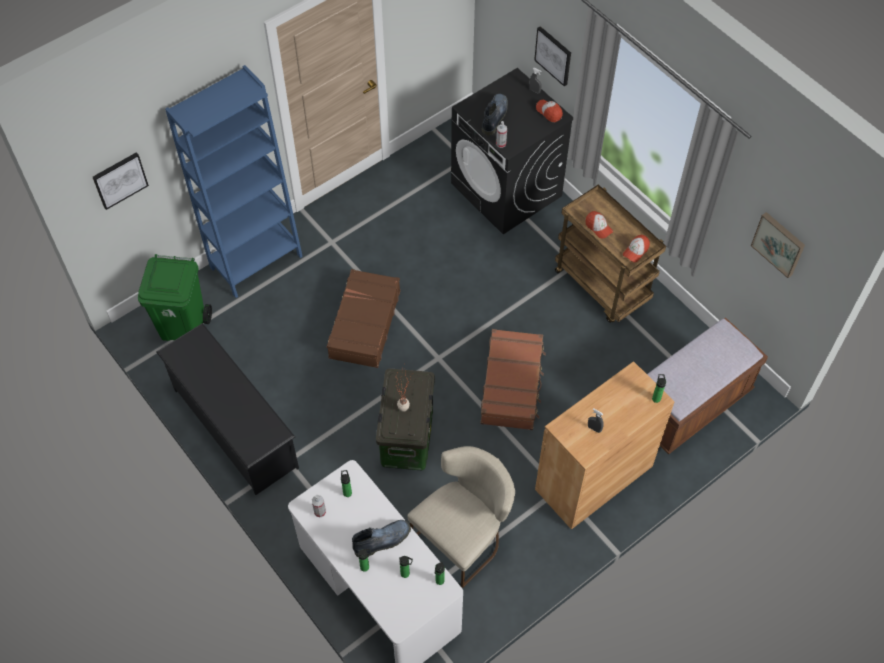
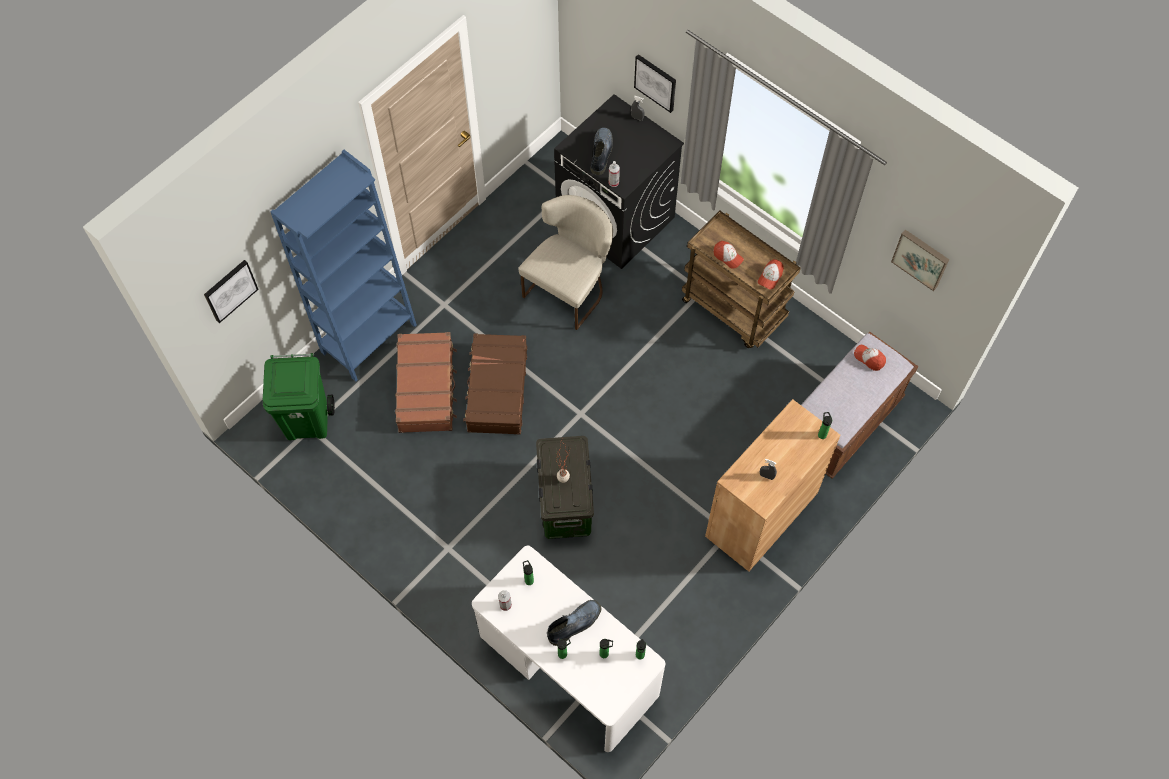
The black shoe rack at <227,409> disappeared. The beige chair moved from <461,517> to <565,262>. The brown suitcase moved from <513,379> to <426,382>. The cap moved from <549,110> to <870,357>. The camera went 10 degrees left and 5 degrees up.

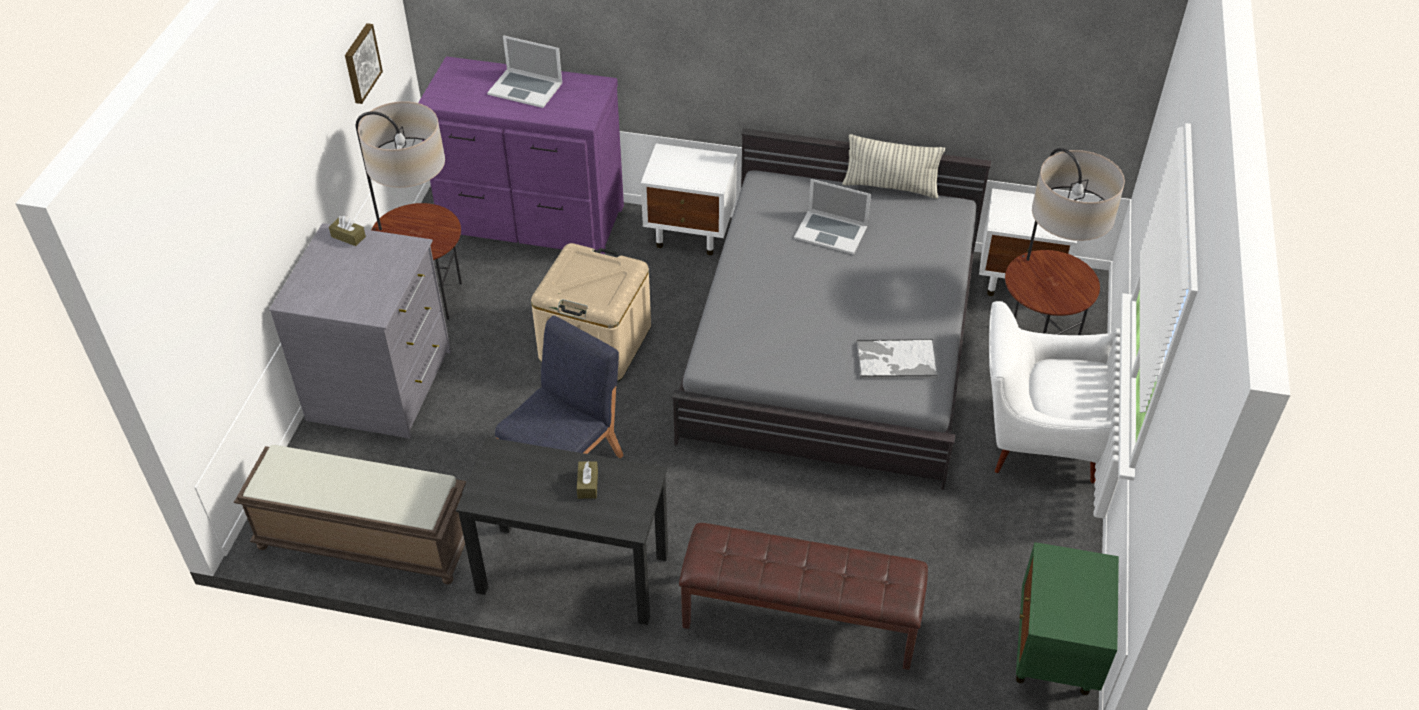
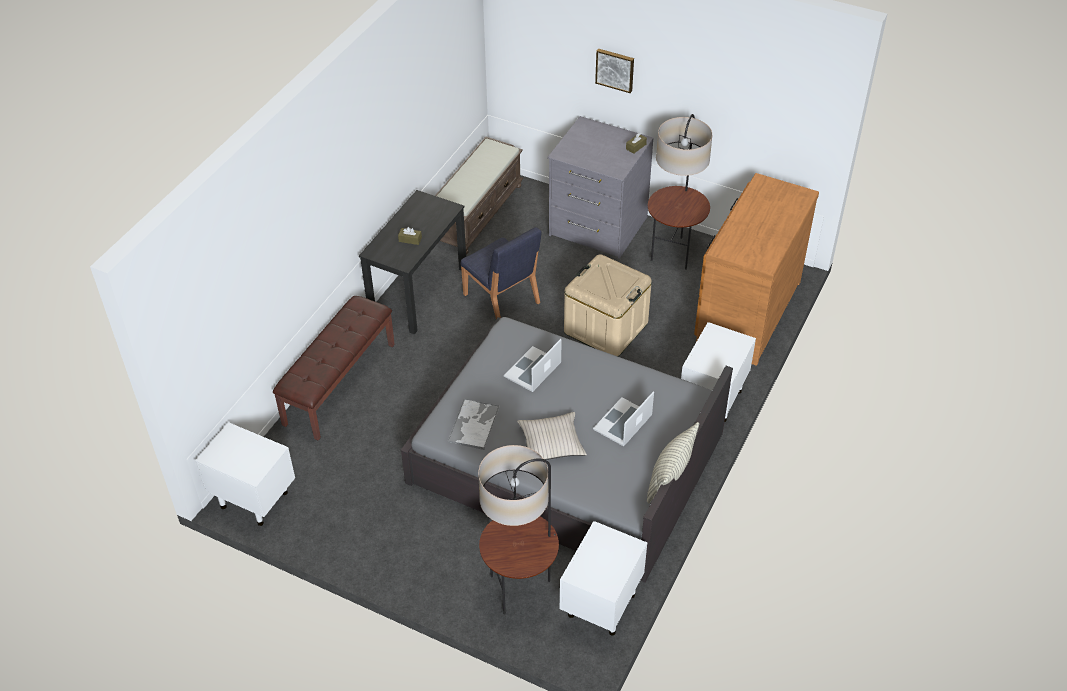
The white armchair at <1051,392> disappeared. The beige pillow at <552,436> appeared. The picture moved from <364,63> to <614,70>. The laptop moved from <524,71> to <532,365>. The purple dresser at <521,155> became the brown dresser at <756,269>. The green nightstand at <1067,618> became the white nightstand at <245,474>. The camera went 105 degrees right and 0 degrees up.

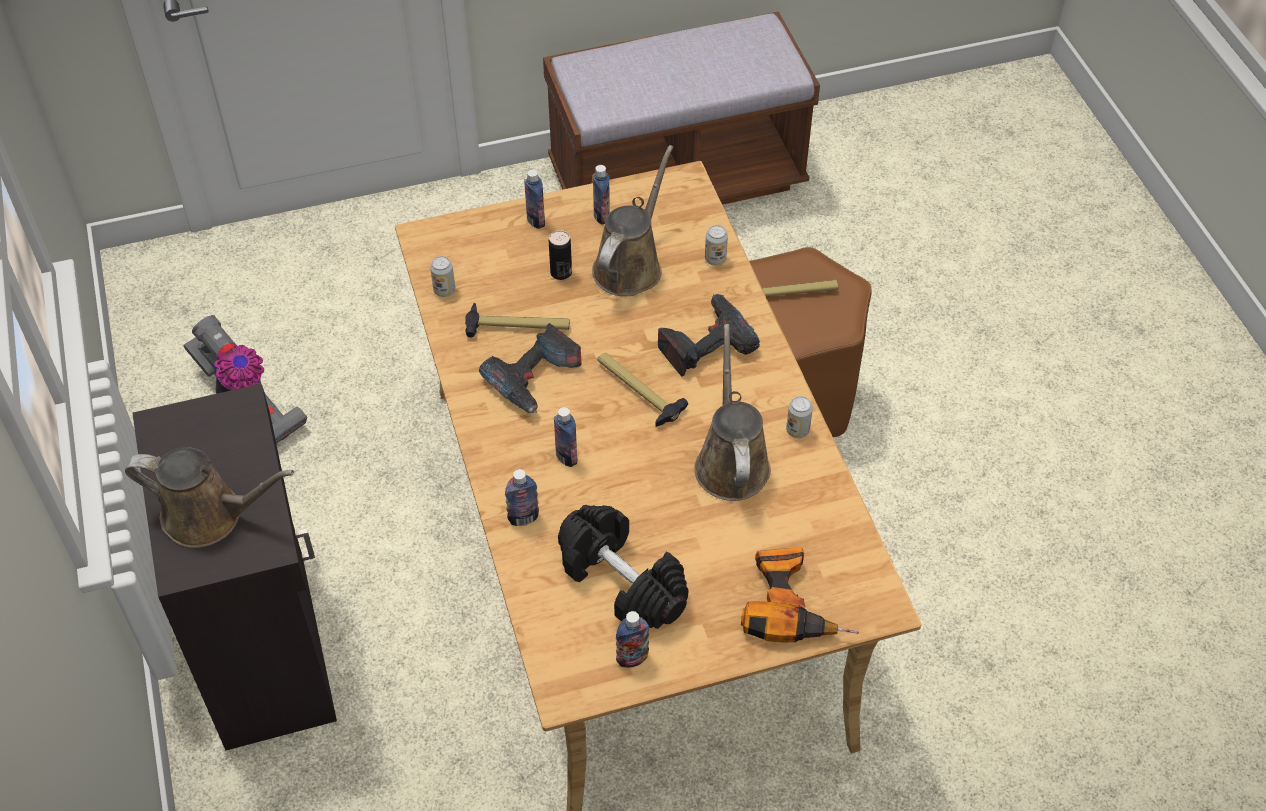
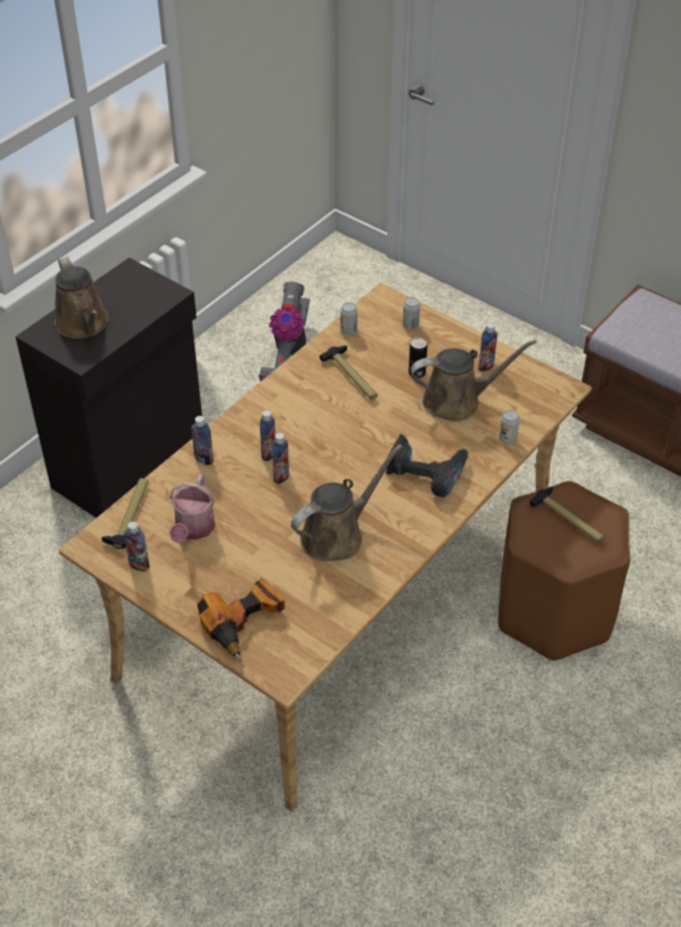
The power drill at <530,368> disappeared. The bottle moved from <534,199> to <280,458>. The hammer moved from <642,389> to <125,513>. The can moved from <799,417> to <411,313>. The black dumbbell at <623,567> was replaced by the watering can at <192,508>. The camera went 55 degrees right and 5 degrees down.

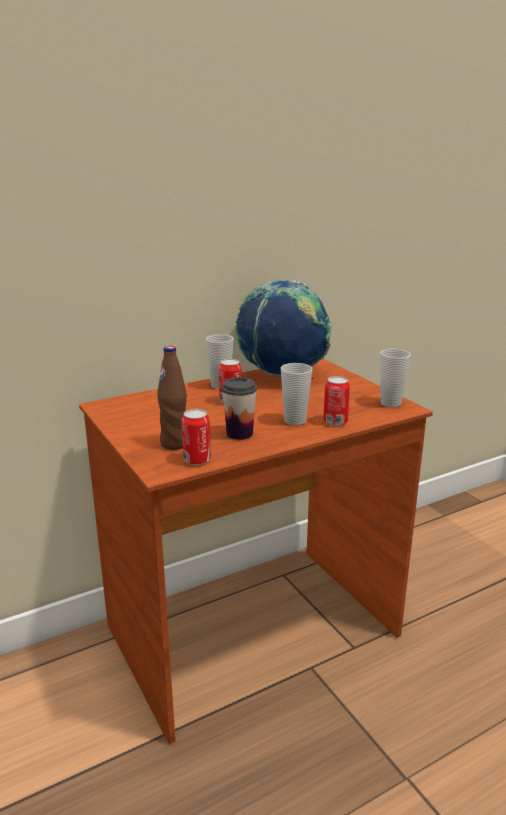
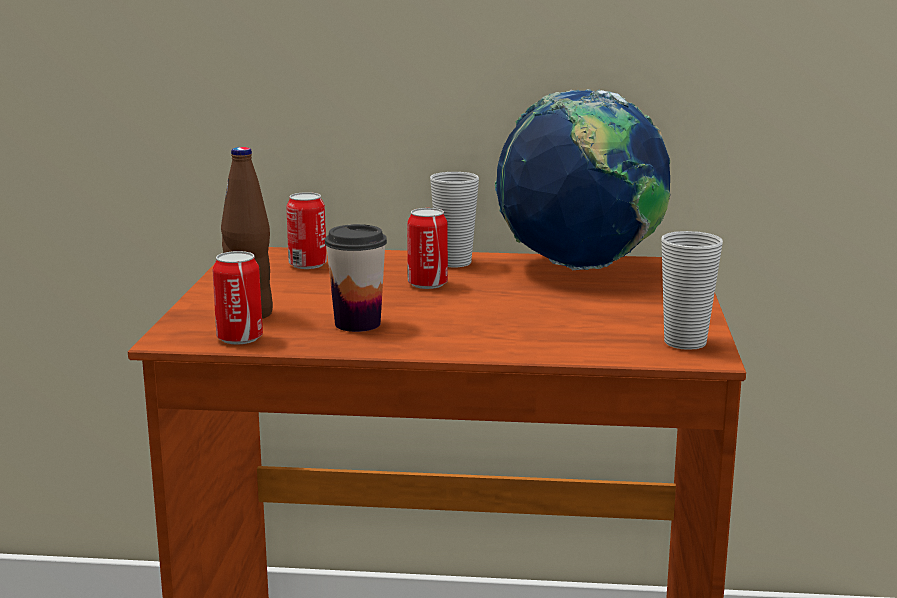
The cup at <296,394> disappeared. The can moved from <336,401> to <306,230>. The camera went 35 degrees right and 5 degrees down.

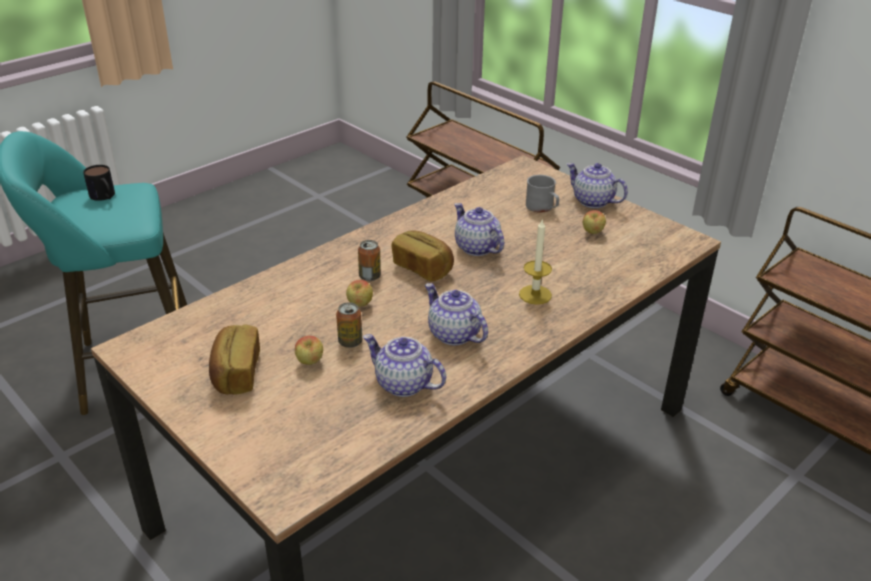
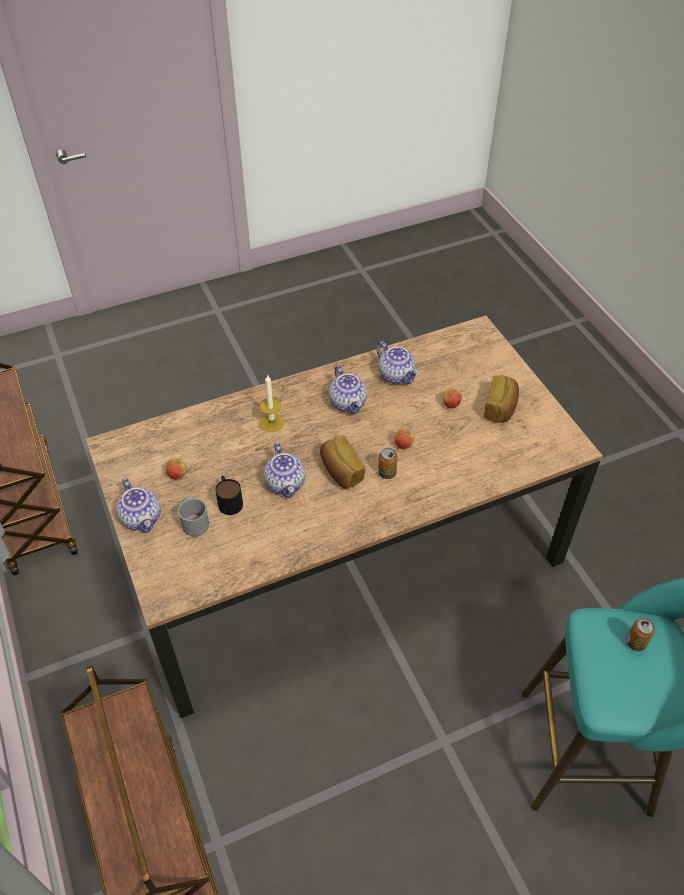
The mug moved from <99,183> to <229,495>. The can moved from <349,325> to <640,634>. The camera went 160 degrees left and 15 degrees up.

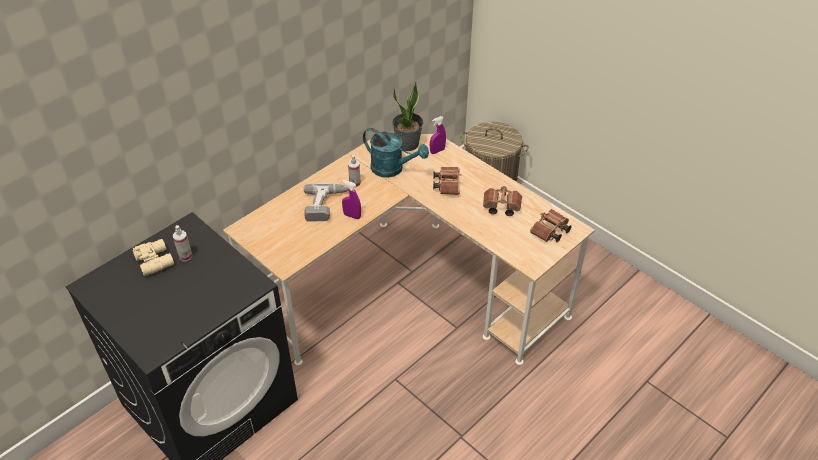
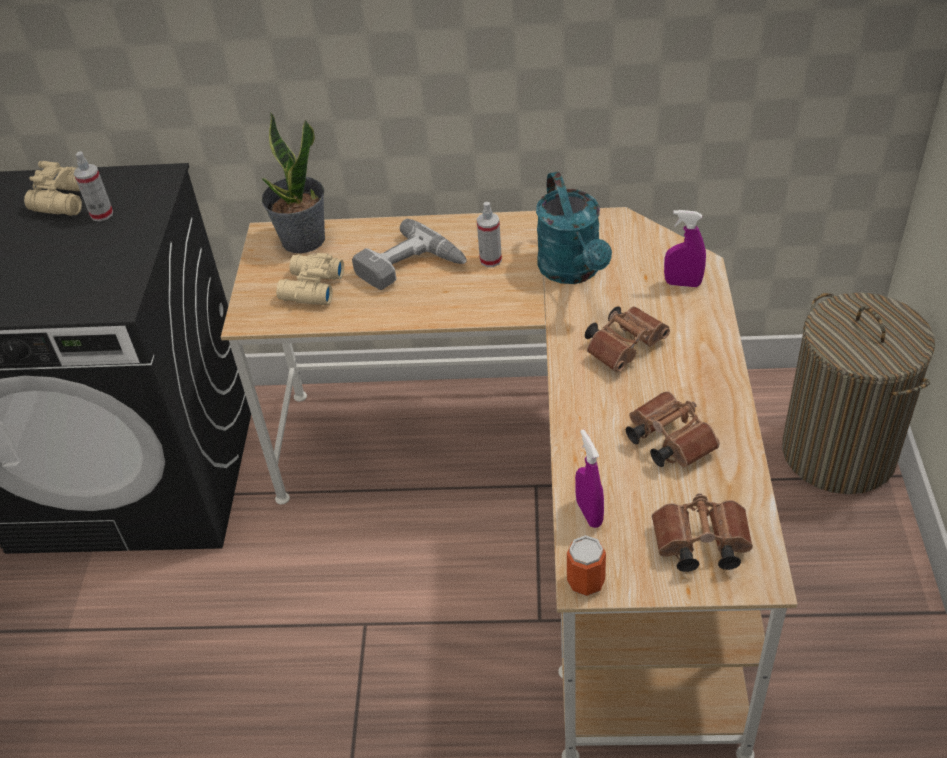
The beige binoculars at <310,279> appeared. The can at <586,565> appeared. The purple spray bottle moved from <351,199> to <589,478>. The potted plant moved from <408,116> to <293,182>. The camera went 50 degrees right and 0 degrees up.

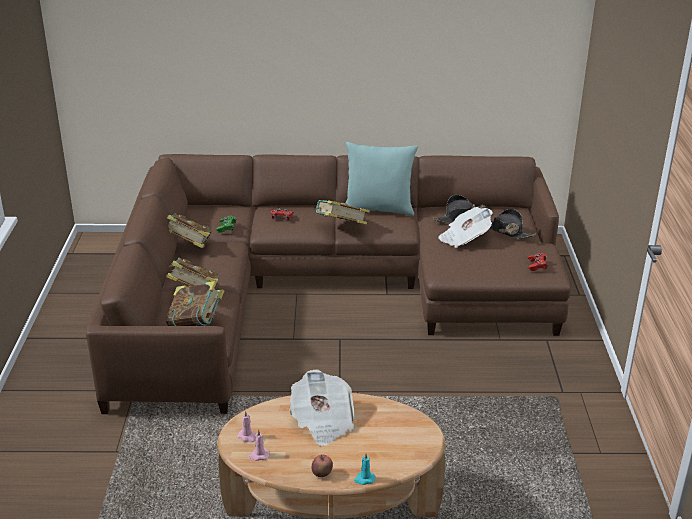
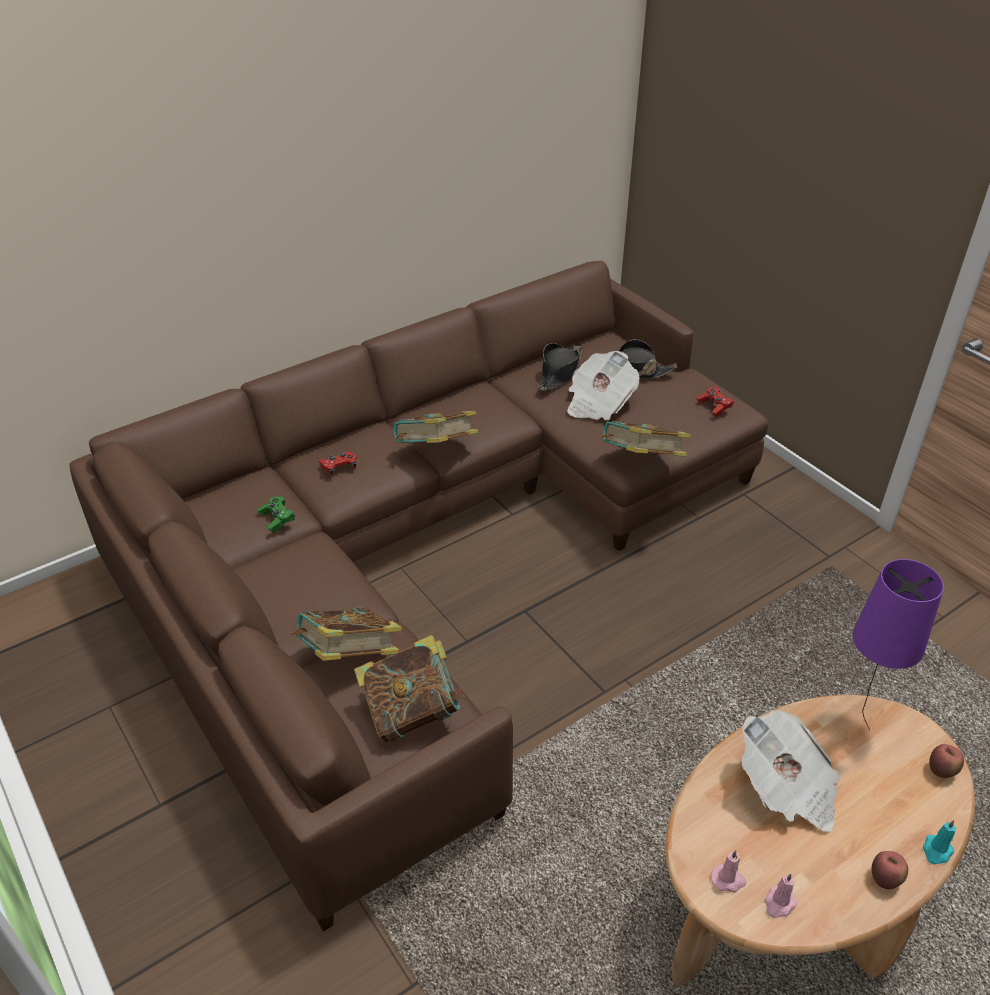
The turquoise pillow at <382,179> disappeared. The purple table lamp at <898,644> appeared. The apple at <946,761> appeared. The book moved from <189,230> to <646,439>. The camera went 35 degrees left and 10 degrees up.

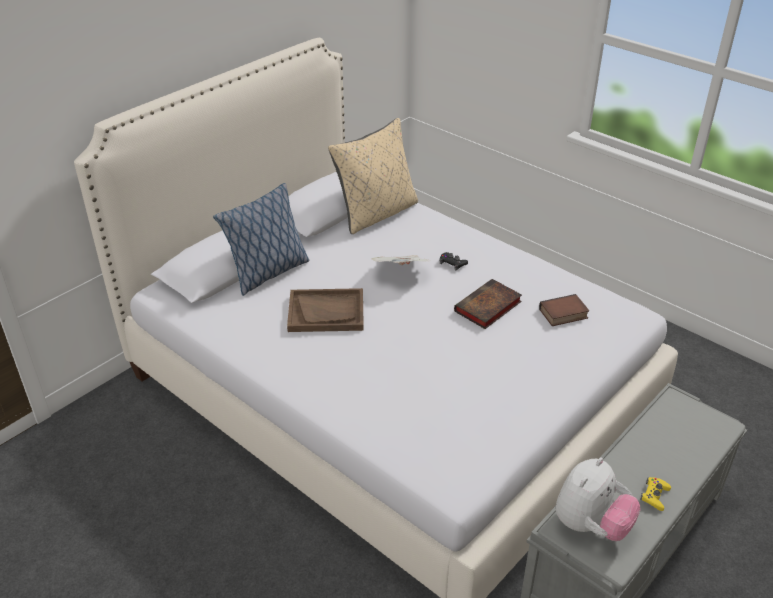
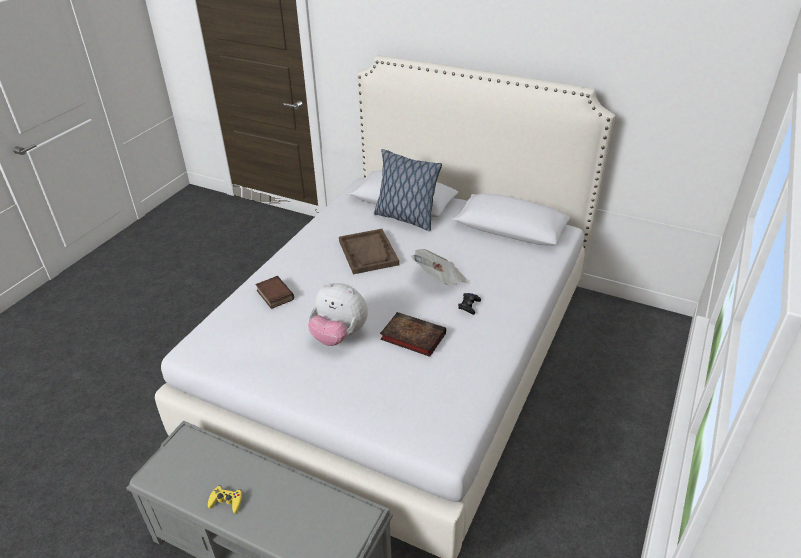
The beige pillow at <373,176> disappeared. The book moved from <564,310> to <275,292>. The plush toy moved from <598,499> to <338,314>. The camera went 75 degrees right and 0 degrees up.

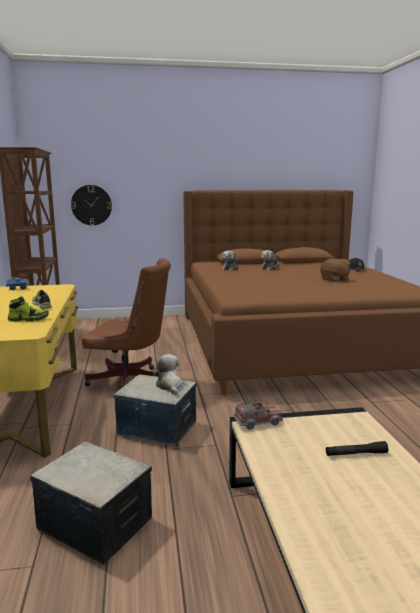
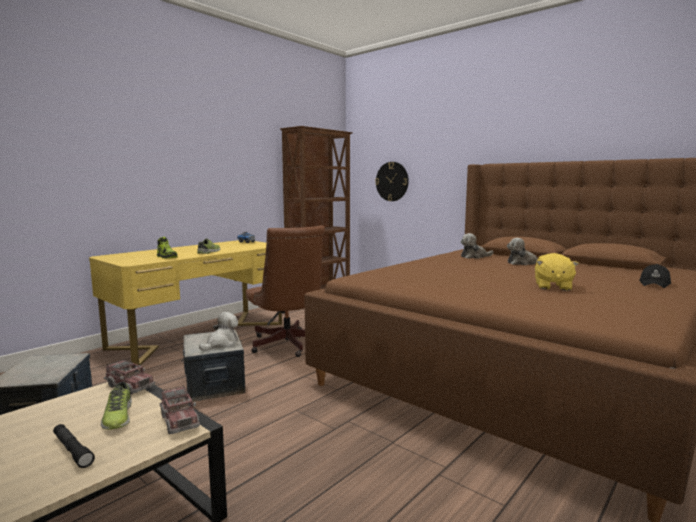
The shoe at <116,406> appeared. The toy truck at <180,409> appeared. The brown plush toy at <335,270> became the yellow plush toy at <557,272>. The camera went 50 degrees right and 5 degrees down.

